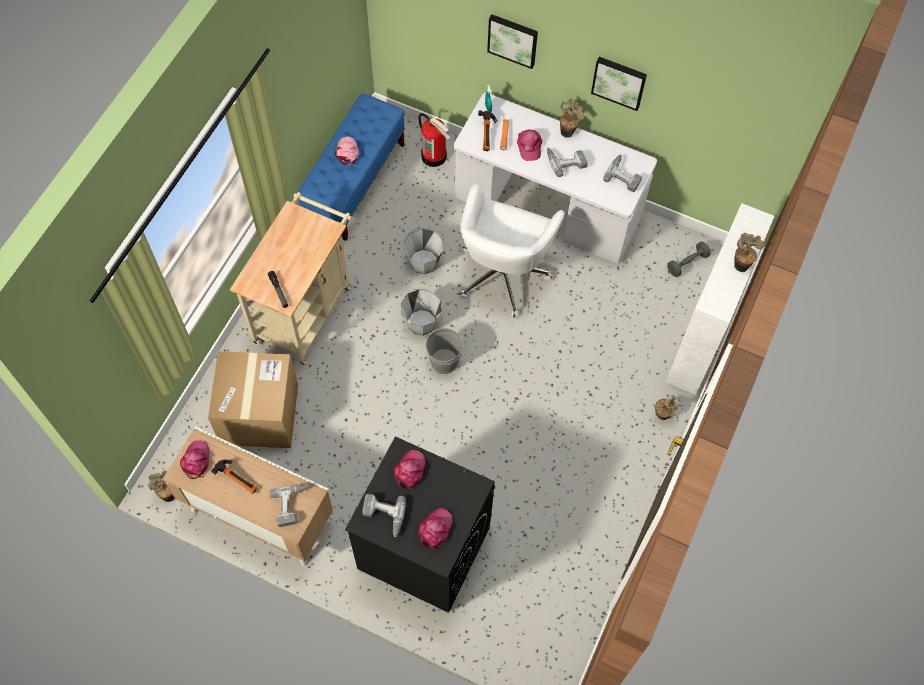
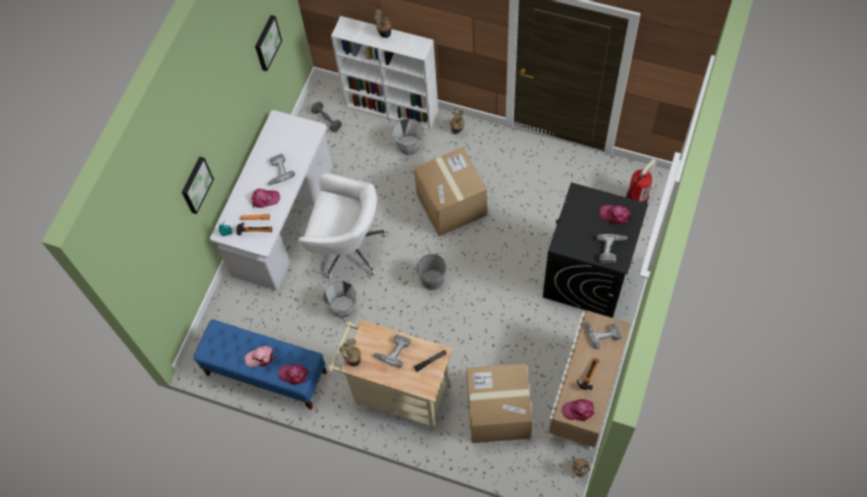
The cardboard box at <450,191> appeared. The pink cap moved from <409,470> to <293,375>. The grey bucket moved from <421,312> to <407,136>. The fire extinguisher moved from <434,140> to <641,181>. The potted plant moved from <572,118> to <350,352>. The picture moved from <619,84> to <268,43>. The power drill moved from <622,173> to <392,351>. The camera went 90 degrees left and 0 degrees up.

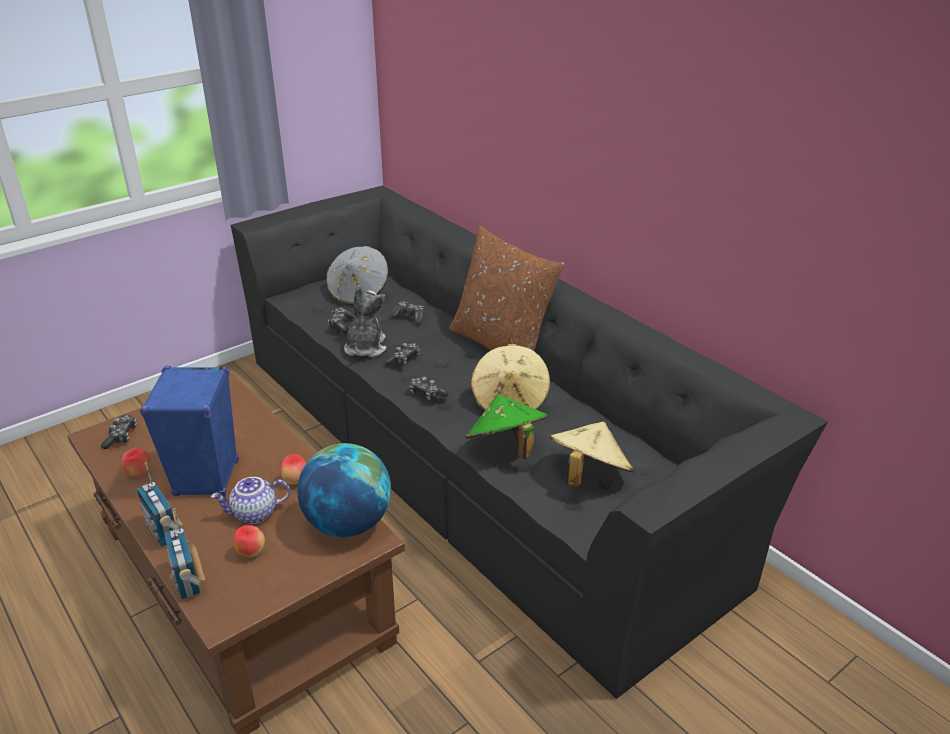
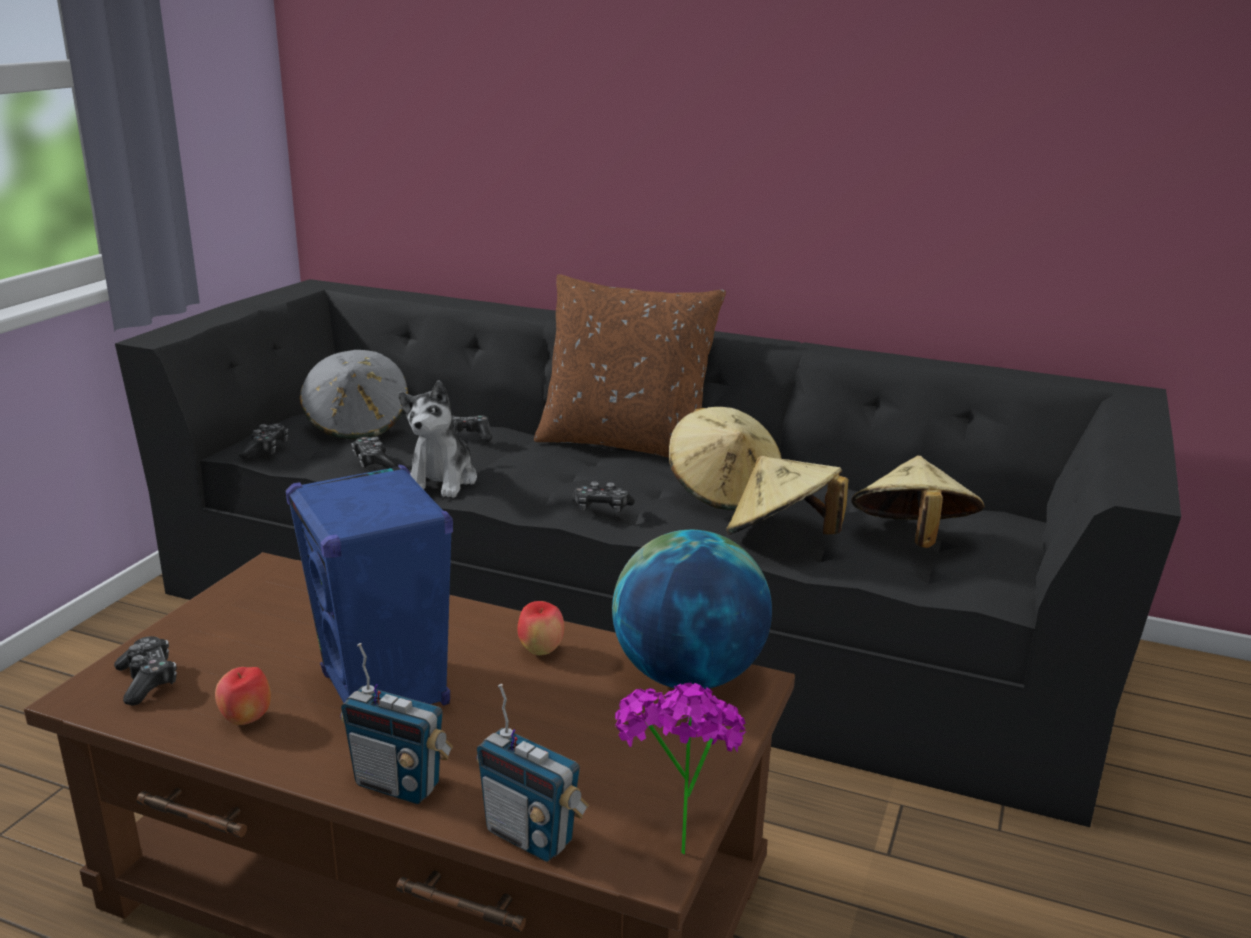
The teapot at <250,500> disappeared. The apple at <249,541> disappeared. The potted plant at <680,768> appeared. The game controller moved from <402,354> to <263,441>. The green hat at <506,426> became the beige hat at <787,495>. The plush toy at <365,321> turned 150 degrees counterclockwise. The camera went 30 degrees left and 10 degrees down.

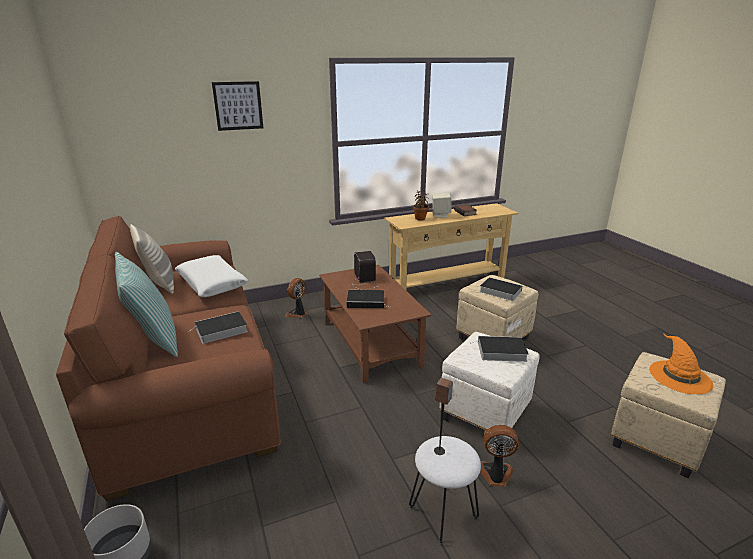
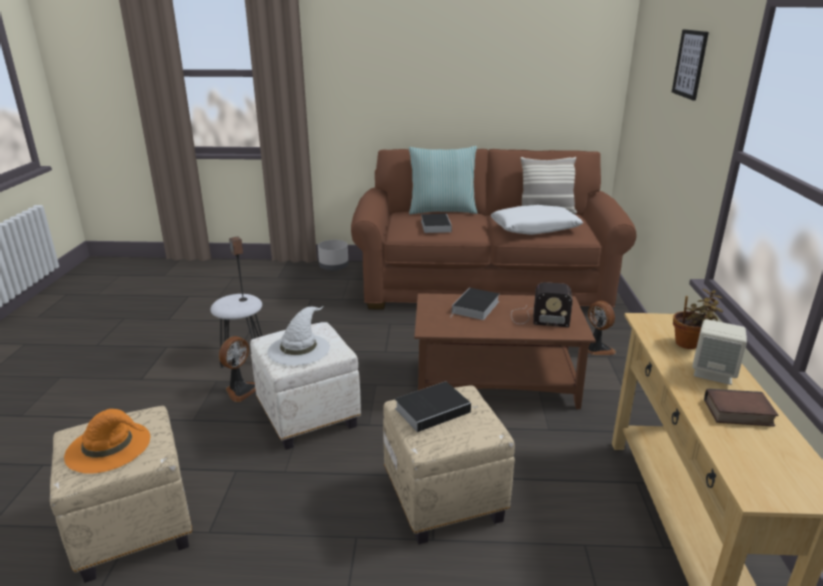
The book at <499,349> was replaced by the white hat at <298,336>. The camera went 115 degrees right and 0 degrees up.

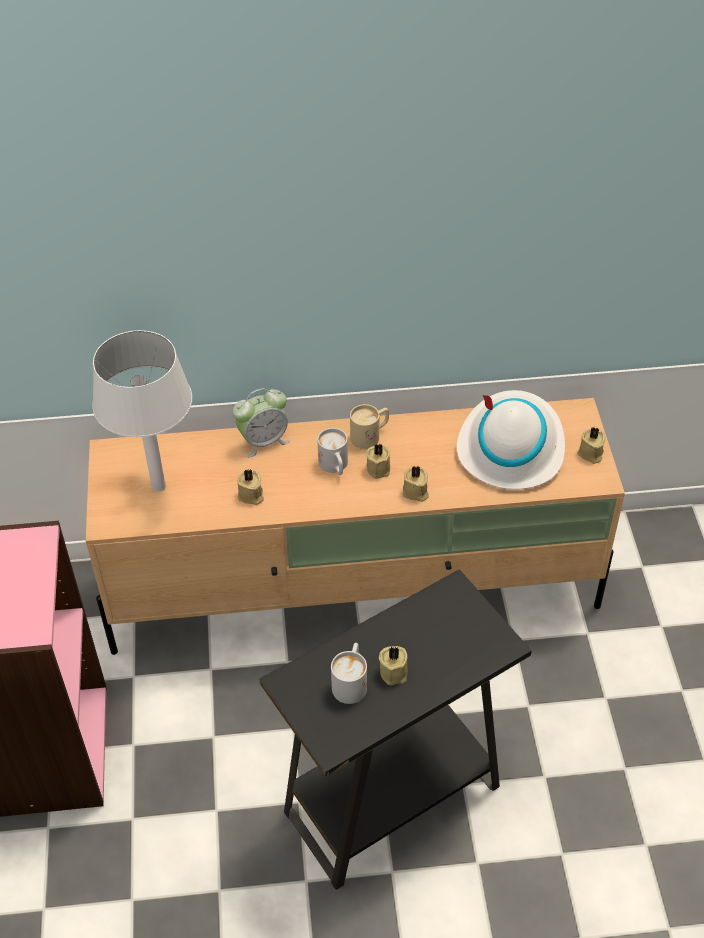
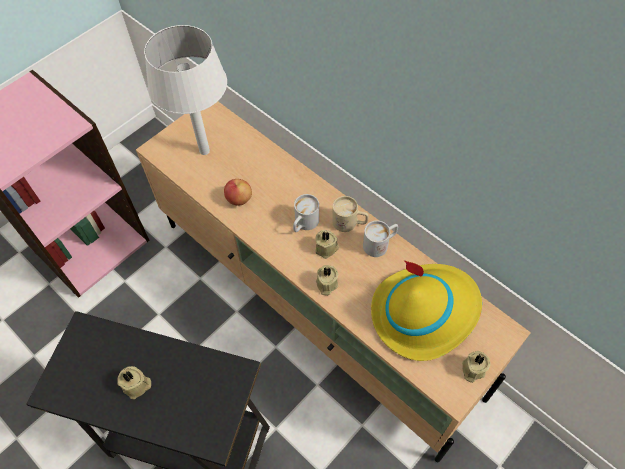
The alarm clock at <261,423> disappeared. The white mug moved from <349,673> to <380,239>. The beige candle at <250,487> was replaced by the apple at <238,192>. The white hat at <511,440> became the yellow hat at <426,310>. The camera went 50 degrees right and 10 degrees up.

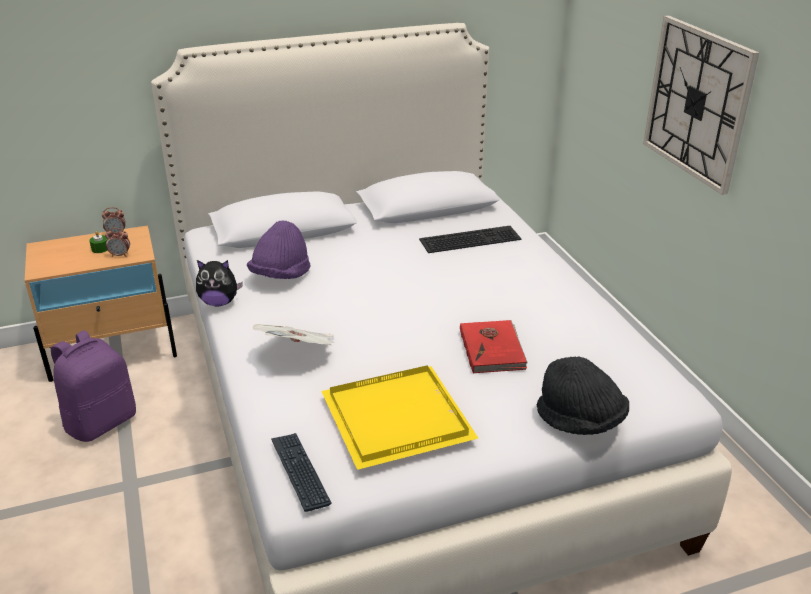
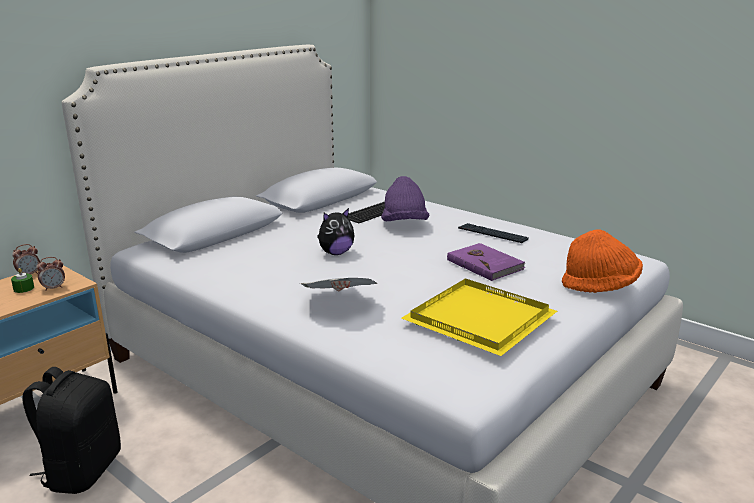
The wall clock at <701,105> disappeared. The plush toy moved from <219,283> to <336,231>. The purple hat moved from <279,249> to <405,198>. The keyboard moved from <301,472> to <493,233>. The purple backpack at <93,386> became the black backpack at <71,430>. The red book at <494,347> became the purple book at <486,262>. The black hat at <583,396> became the orange hat at <602,261>. The camera went 30 degrees left and 10 degrees down.

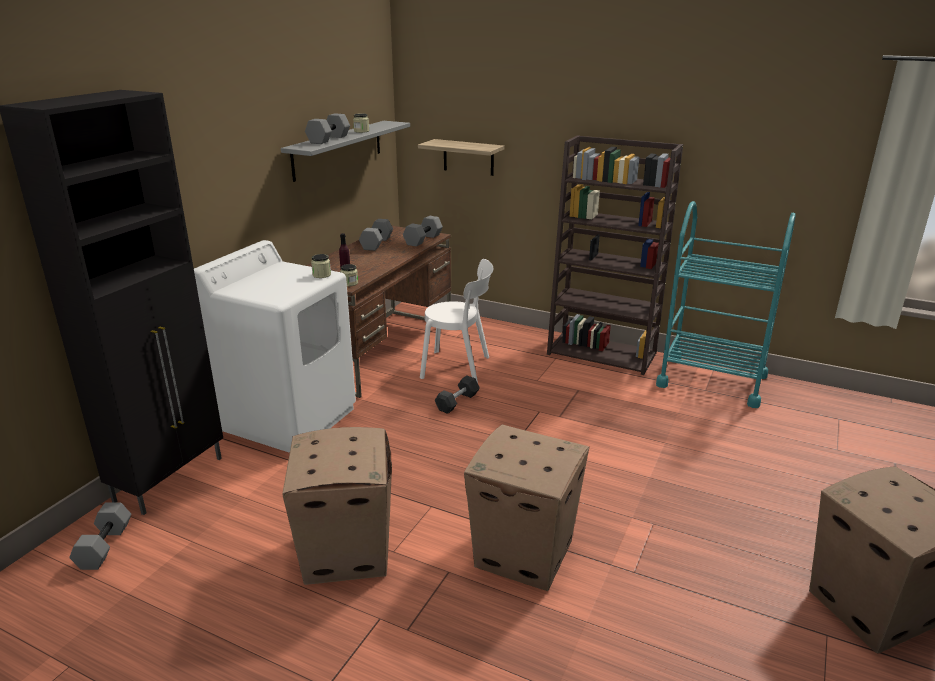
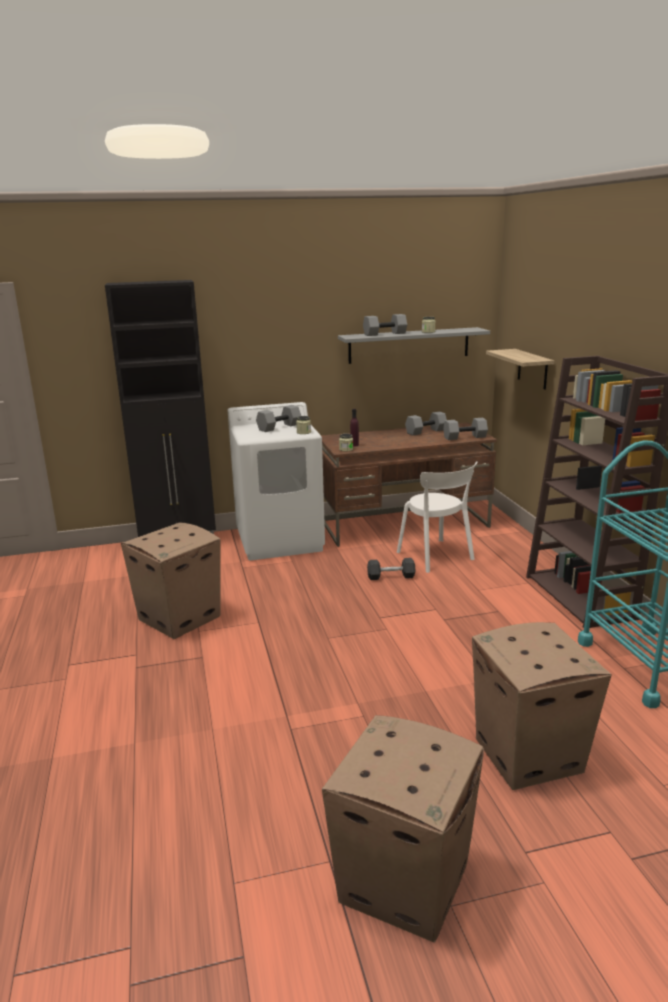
The grey dumbbell moved from <100,536> to <278,418>. The cardboard box moved from <526,507> to <542,706>. The camera went 50 degrees right and 5 degrees down.

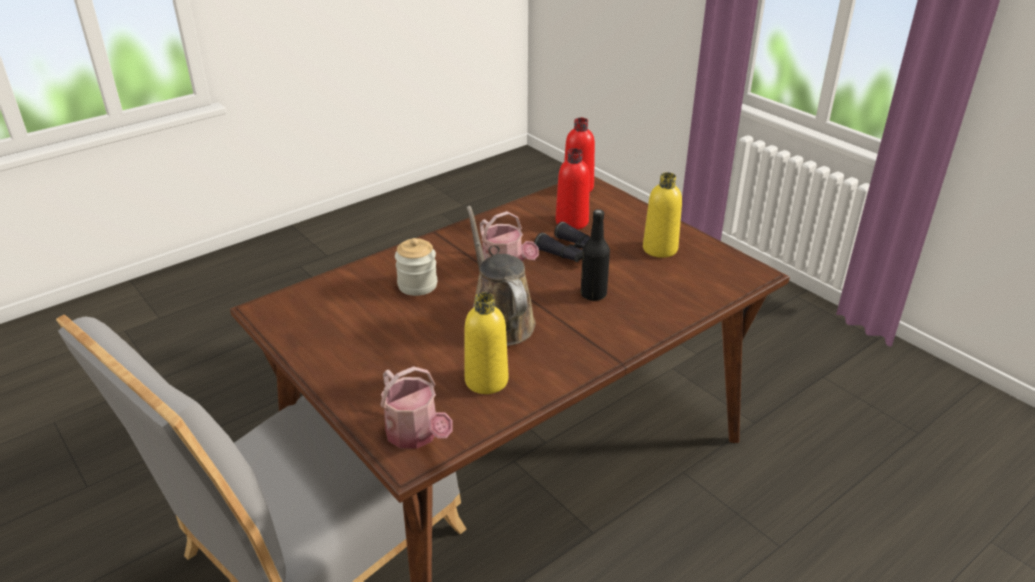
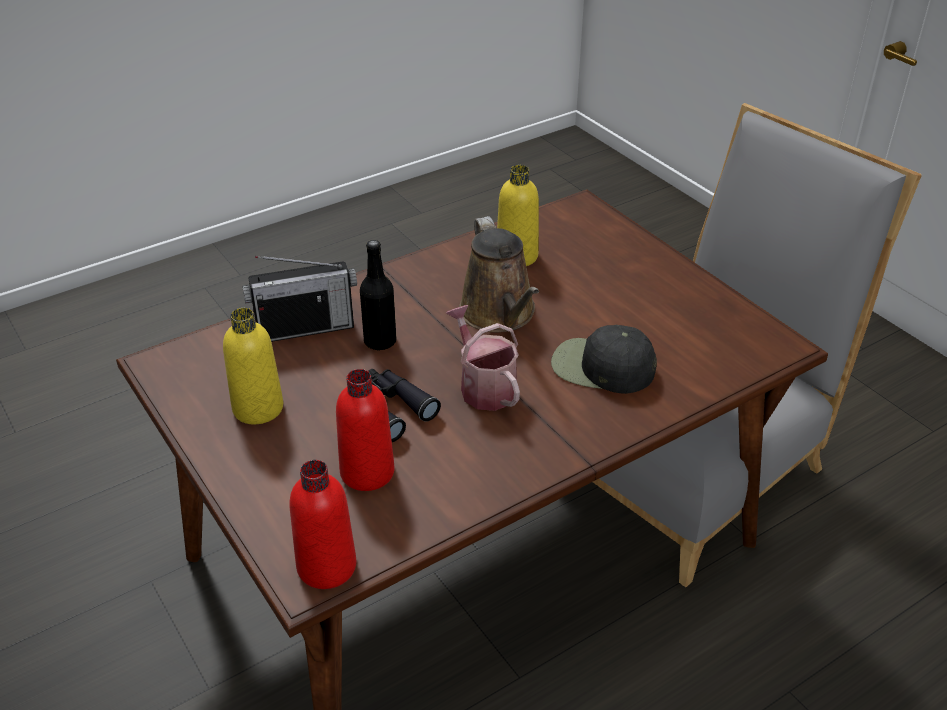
The watering can at <417,407> disappeared. The radio at <299,299> appeared. The jar at <416,267> was replaced by the black cap at <604,359>. The camera went 175 degrees left and 5 degrees up.

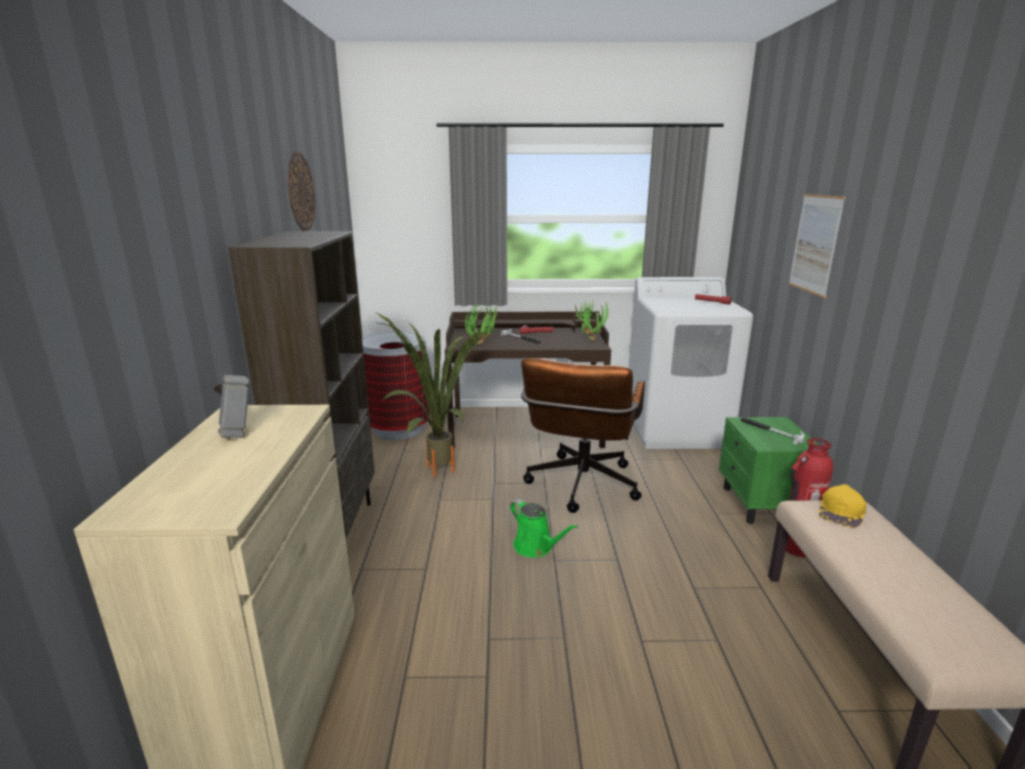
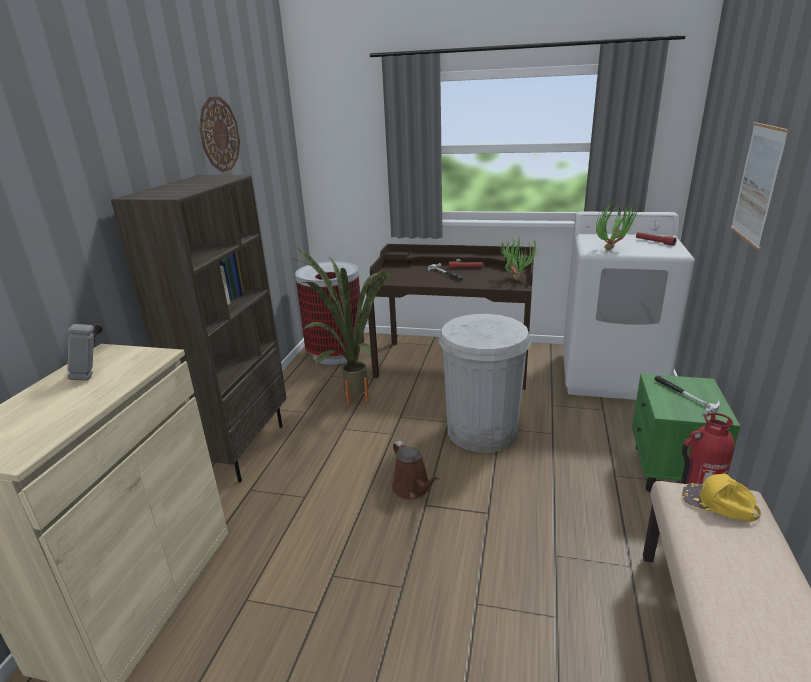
The potted plant moved from <482,323> to <616,226>. The brown office chair at <583,435> was replaced by the white trash can at <485,383>. The green watering can at <544,528> became the brown watering can at <416,470>. The yellow cap at <842,505> turned 75 degrees clockwise. The camera went 15 degrees right and 5 degrees up.

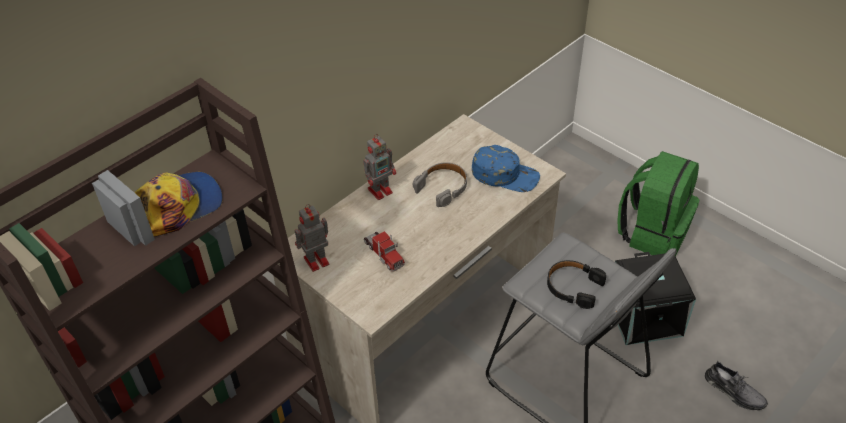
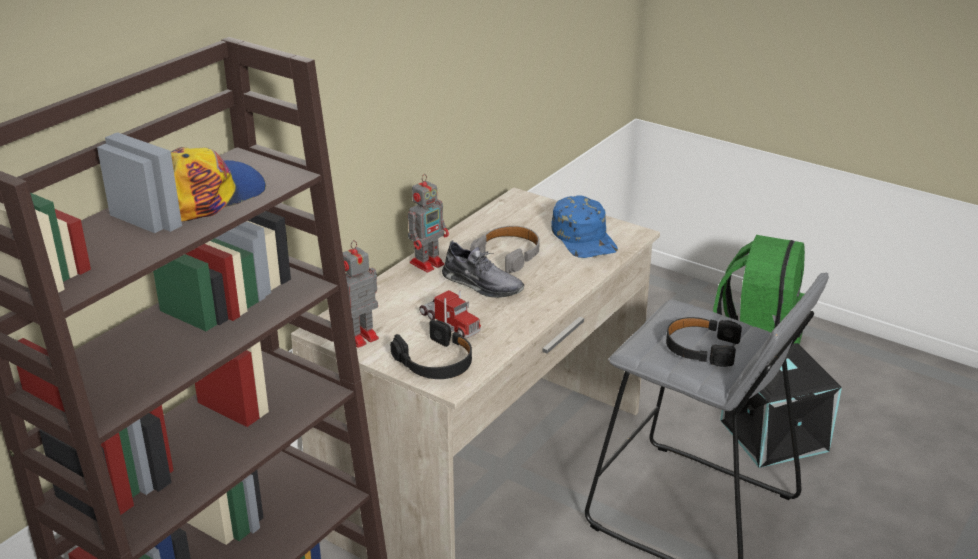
The black headphones at <431,349> appeared. The grey shoe moved from <736,385> to <483,269>. The blue cap at <506,168> turned 60 degrees clockwise. The camera went 10 degrees left and 15 degrees down.

